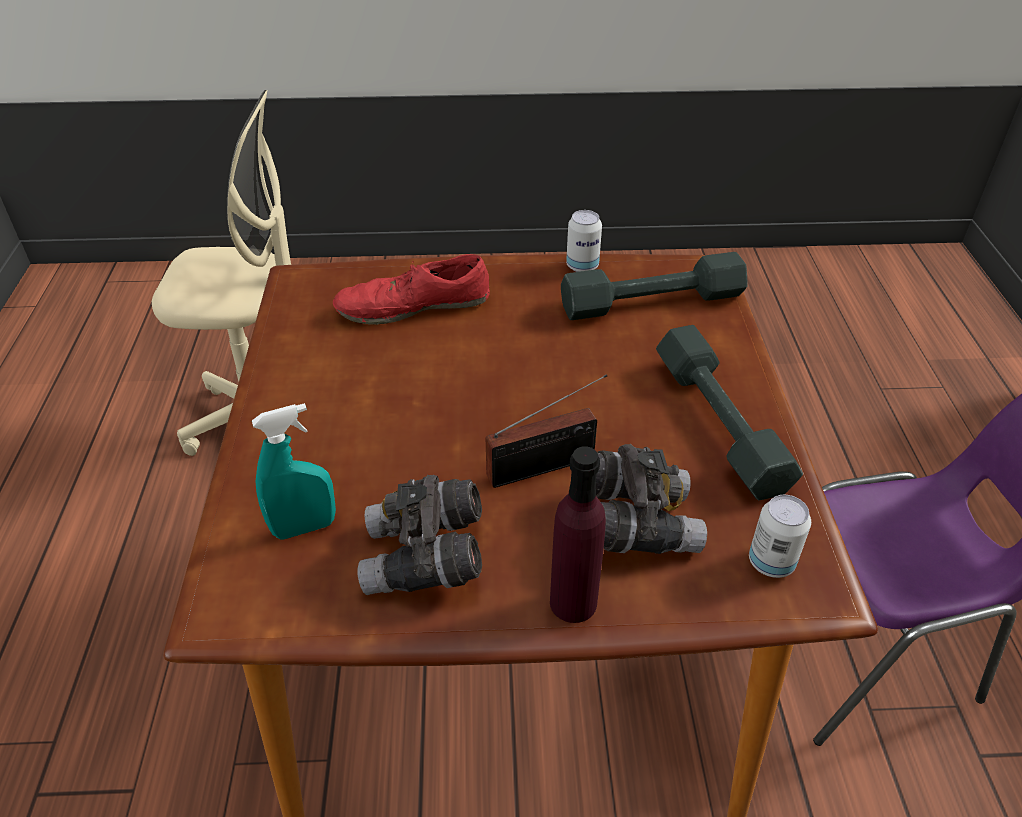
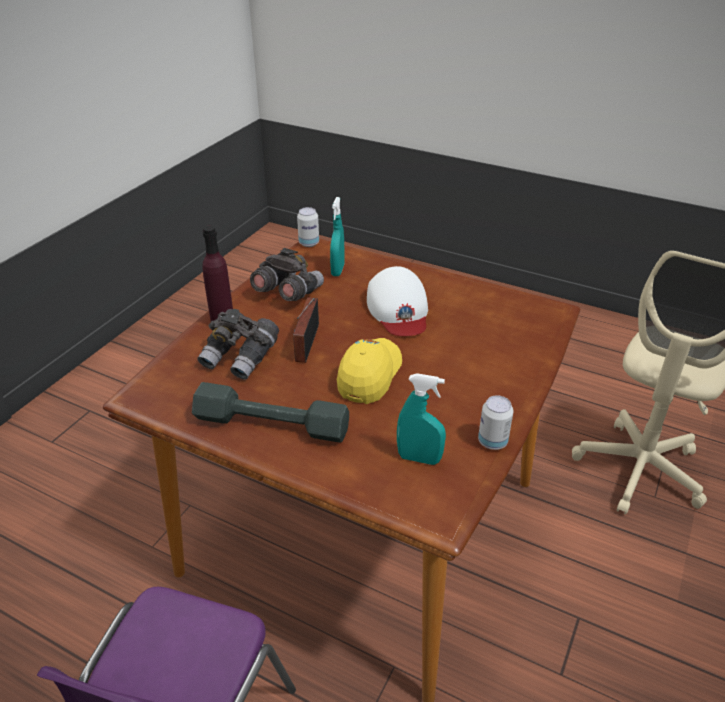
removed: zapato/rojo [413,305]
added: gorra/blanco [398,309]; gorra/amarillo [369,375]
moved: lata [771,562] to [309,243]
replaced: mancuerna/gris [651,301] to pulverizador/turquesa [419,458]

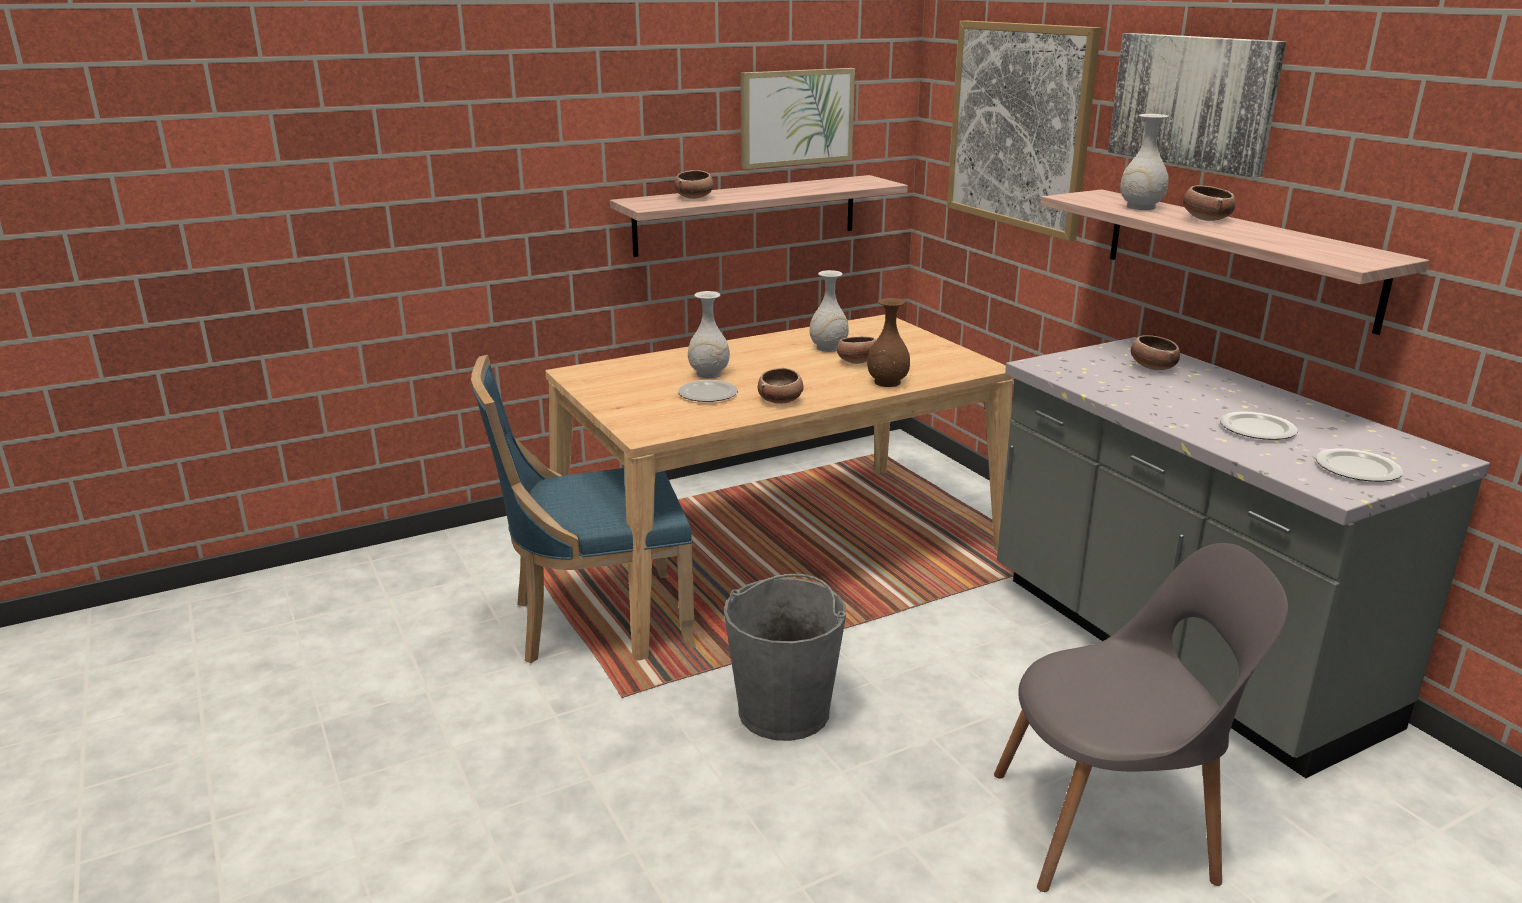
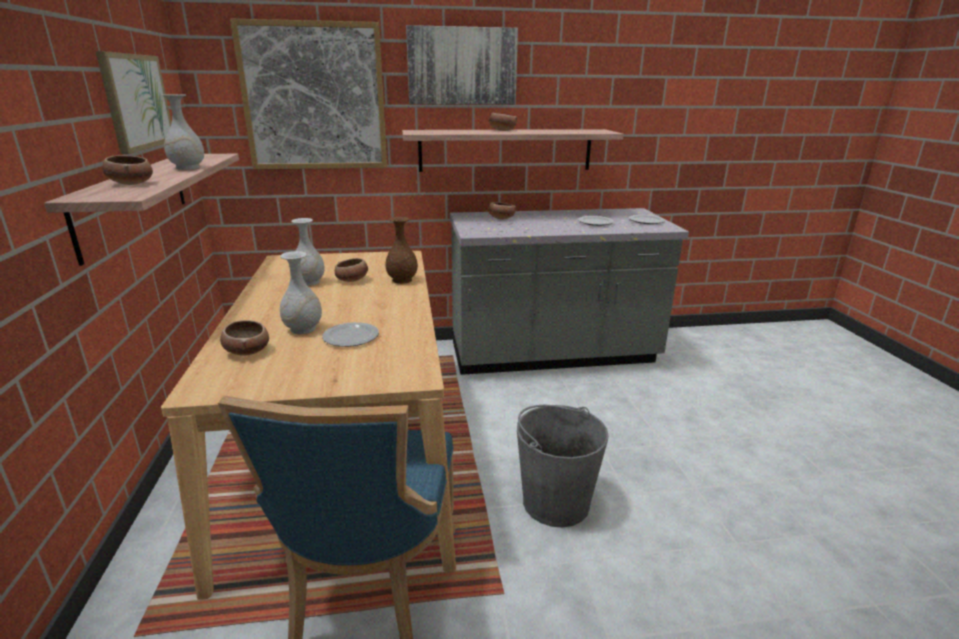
removed: silla/gris [1112,825]
moved: florero/blanco [1140,207] to [187,168]; cuenco [780,400] to [247,351]

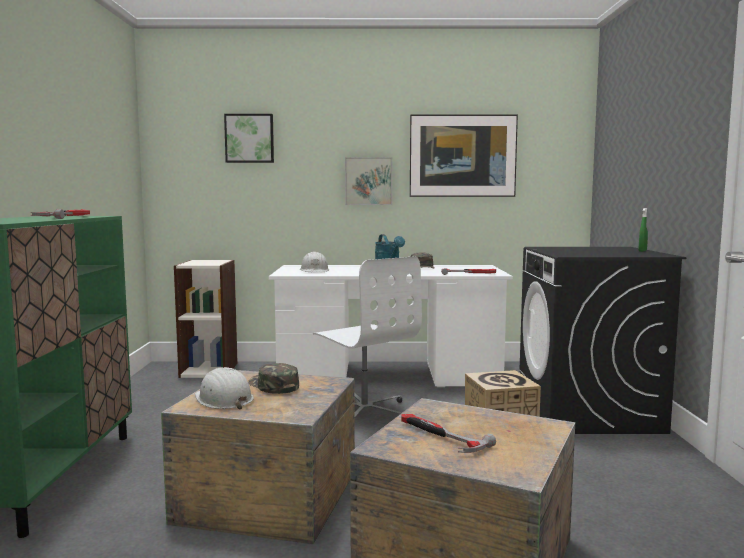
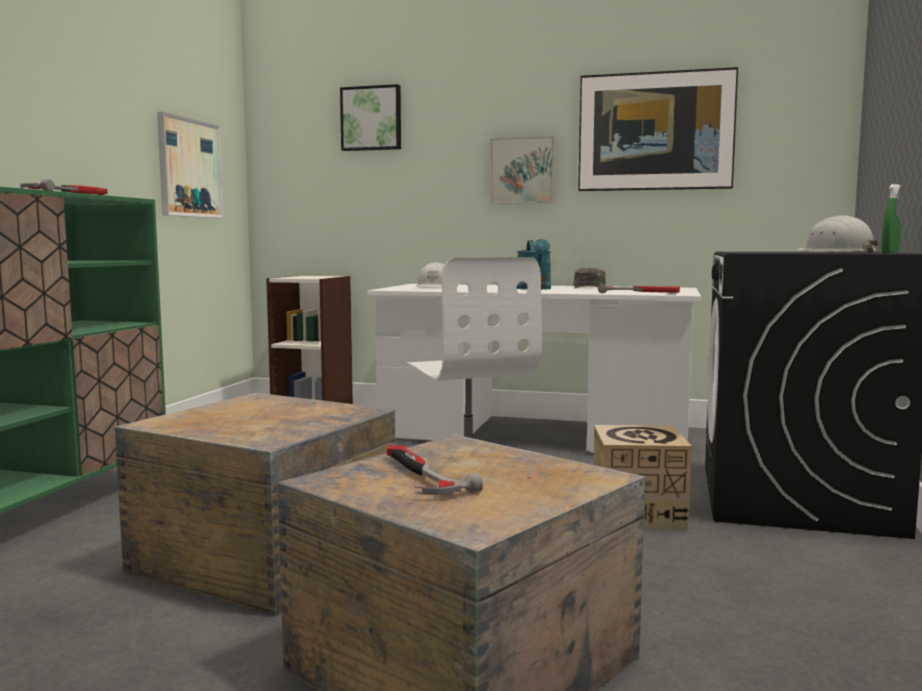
removed: gorra/verde [273,386]
added: cuadro [189,168]
moved: casco/blanco [223,399] to [835,252]

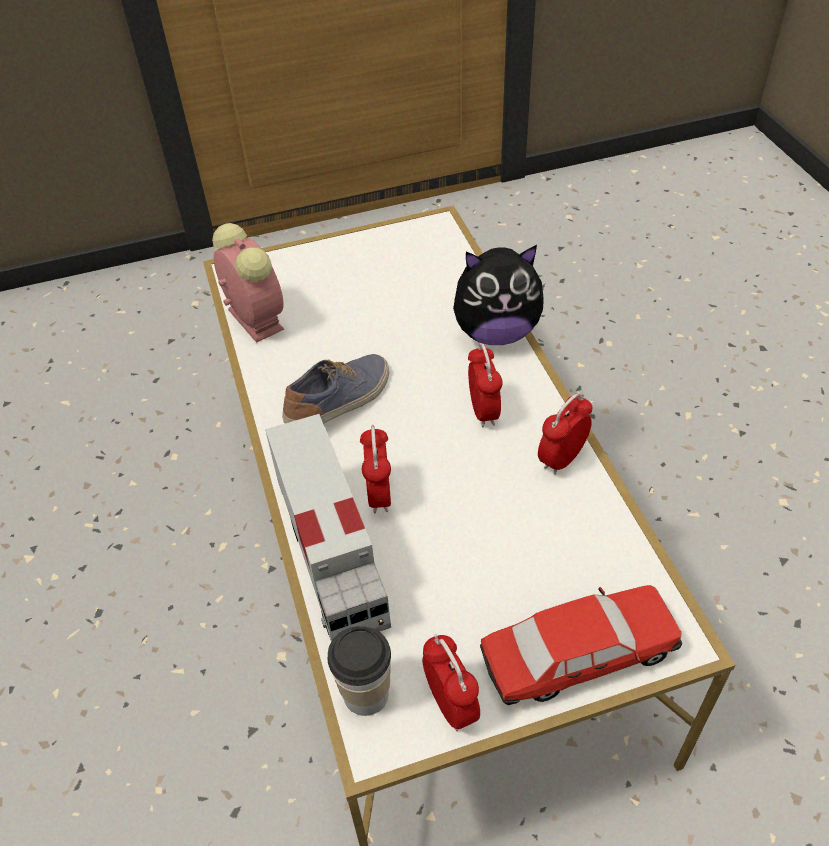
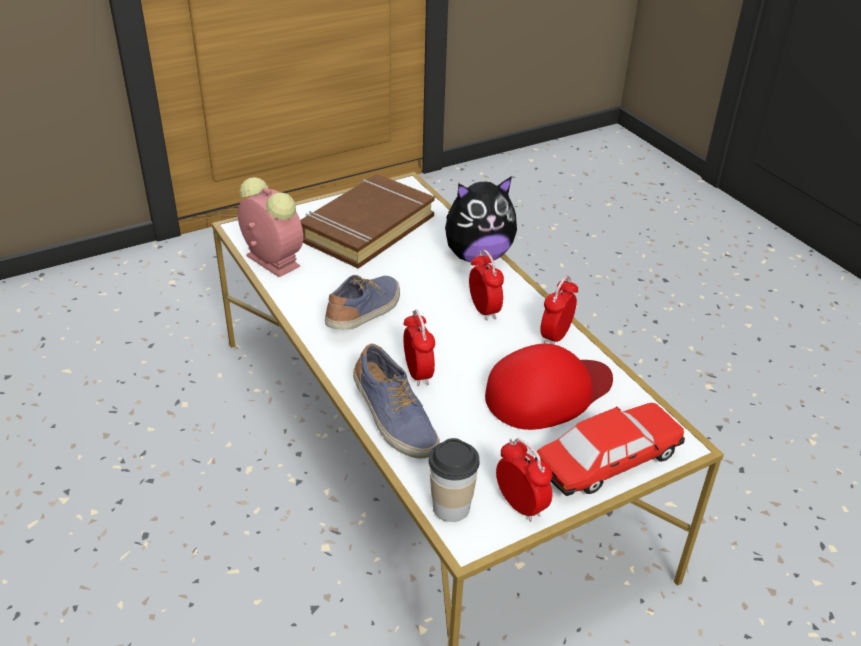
added: libro/marrón [366,228]; gorra/rojo [548,392]
replaced: camión de juguete [332,556] to zapato [393,419]

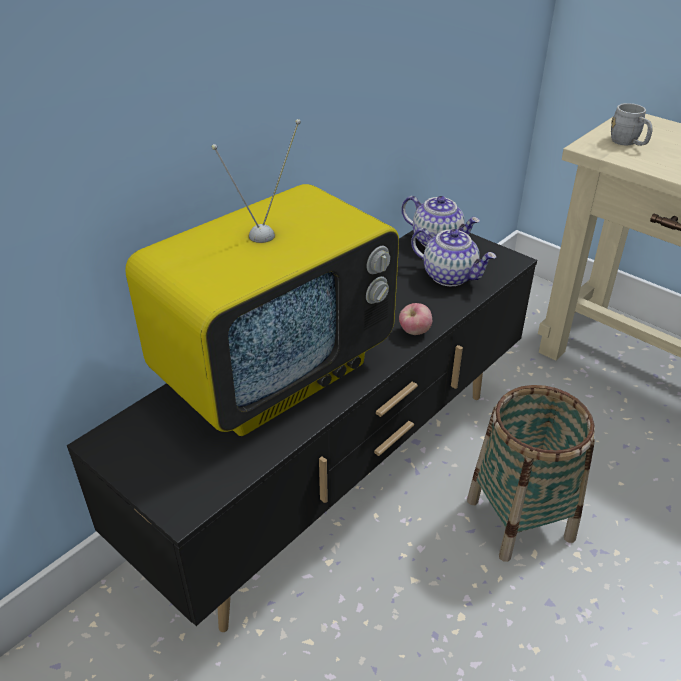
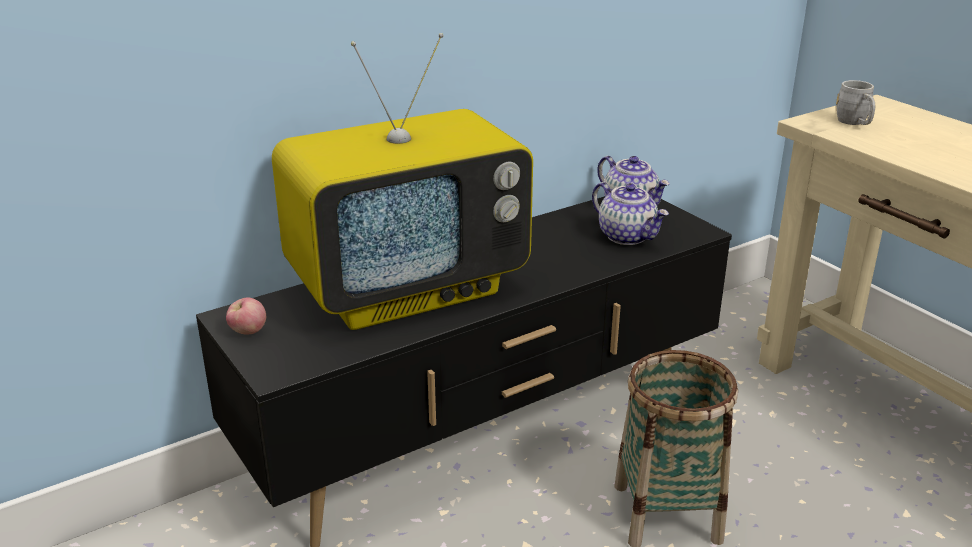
moved: manzana [414,332] to [248,332]

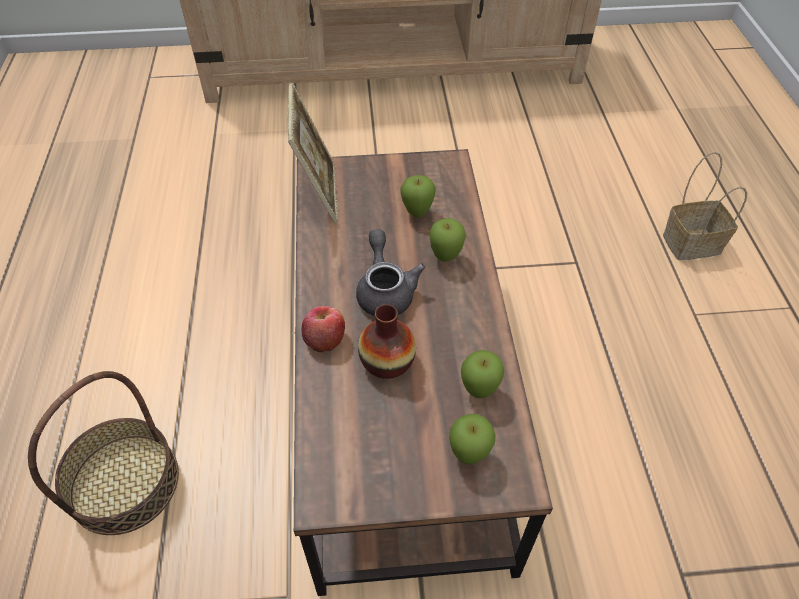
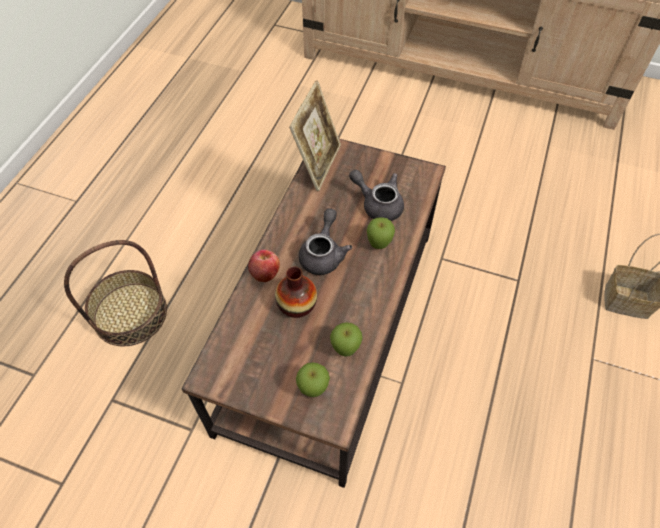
replaced: manzana [417,213] to tetera/gris [378,204]

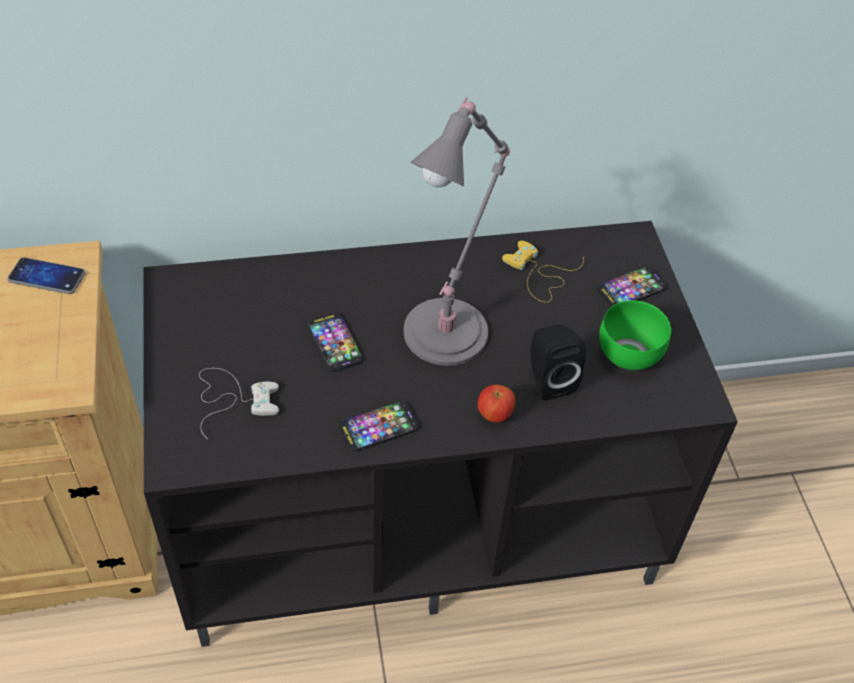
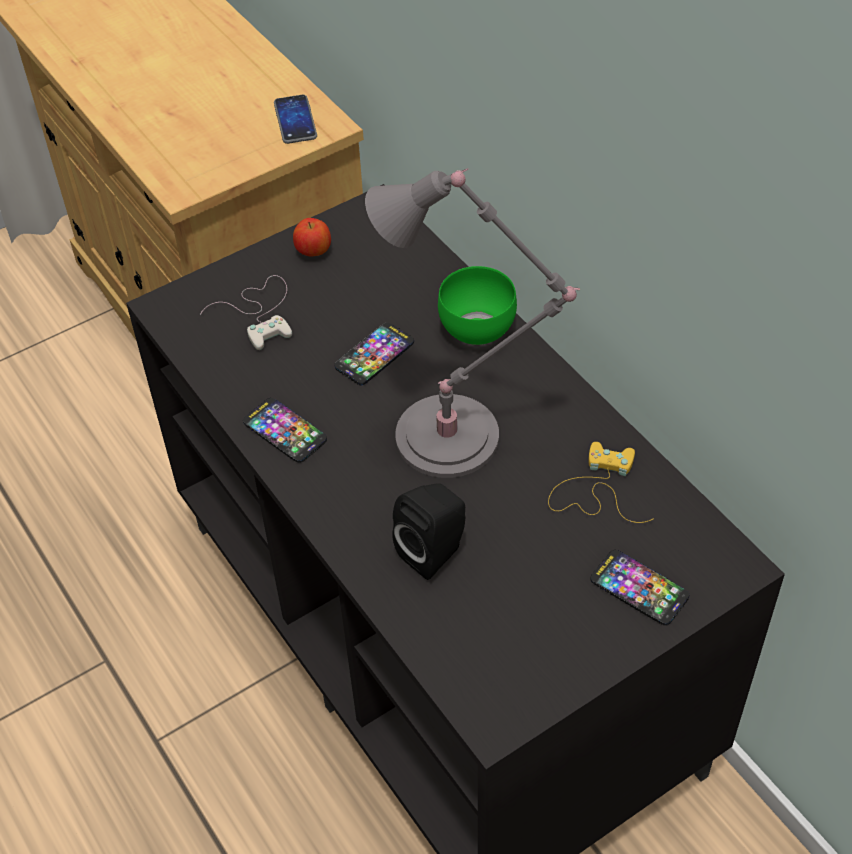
moved: cuenco/verde [630,354] to [479,331]; manzana [495,414] to [313,252]

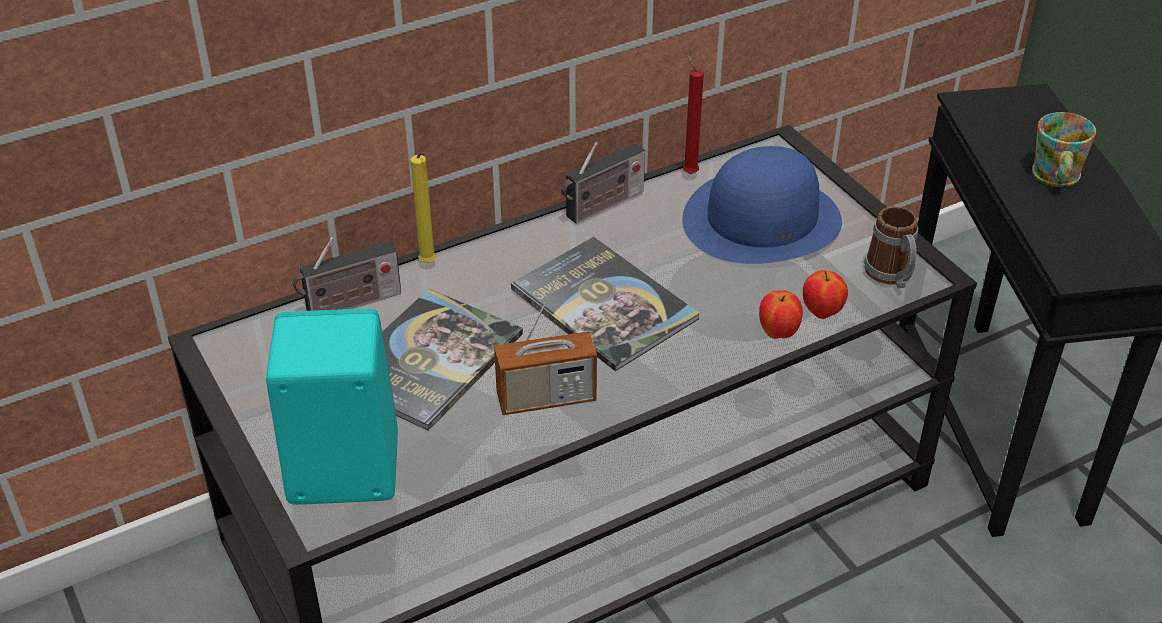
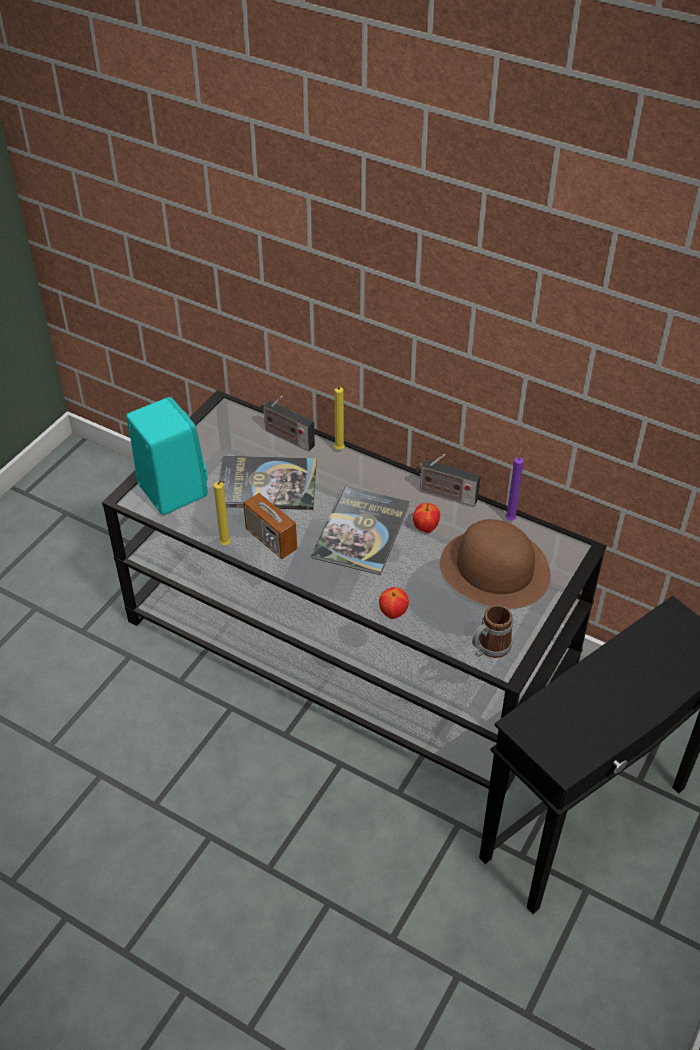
removed: taza grande [1055,178]
added: vela/amarillo [226,545]
moved: manzana [822,313] to [425,528]
recoloured: vela/rojo [688,172] to vela/morado [511,518]; sombrero/azul [762,219] to sombrero/marrón [495,569]

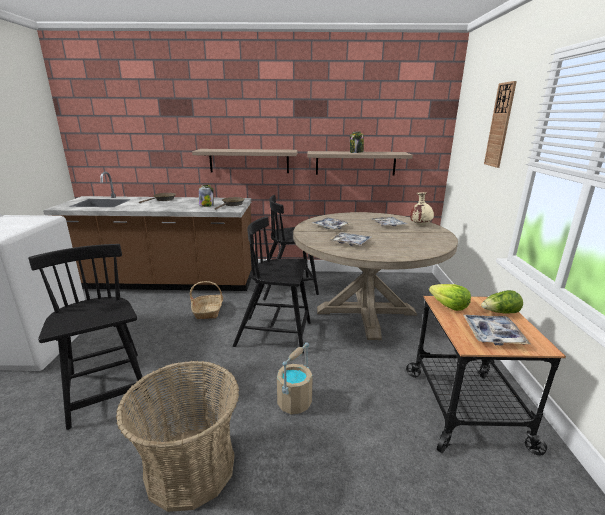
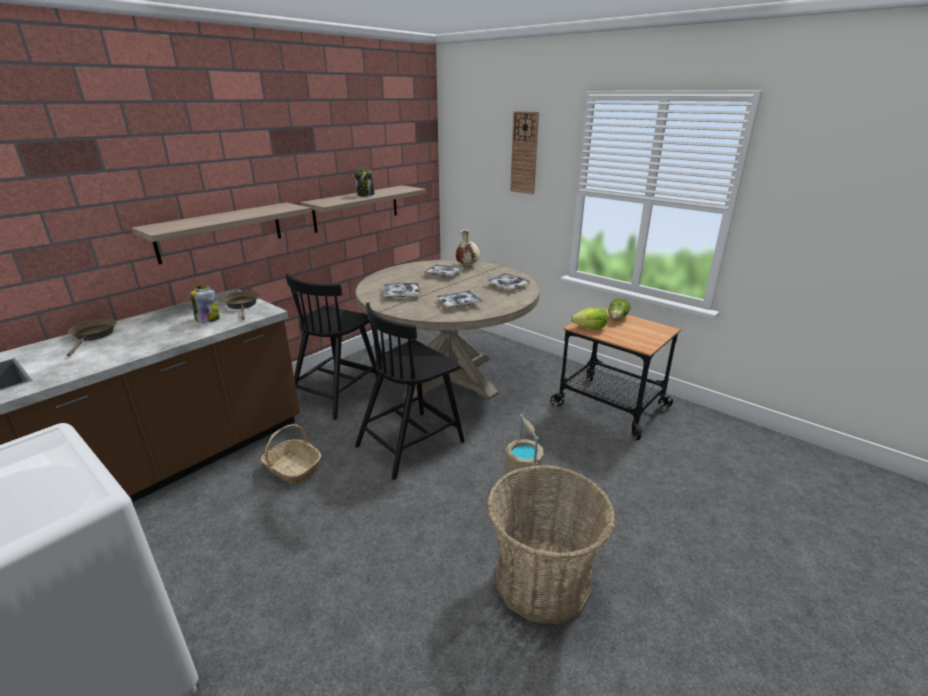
removed: silla/negro [107,388]
moved: bandeja [493,334] to [507,286]

